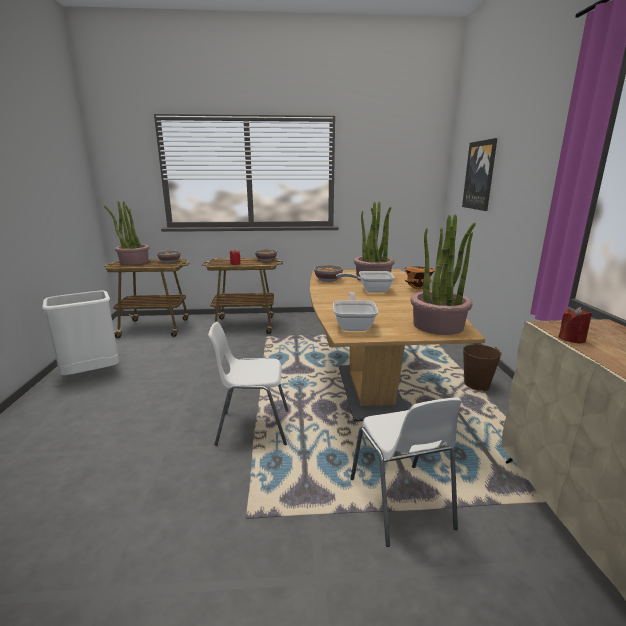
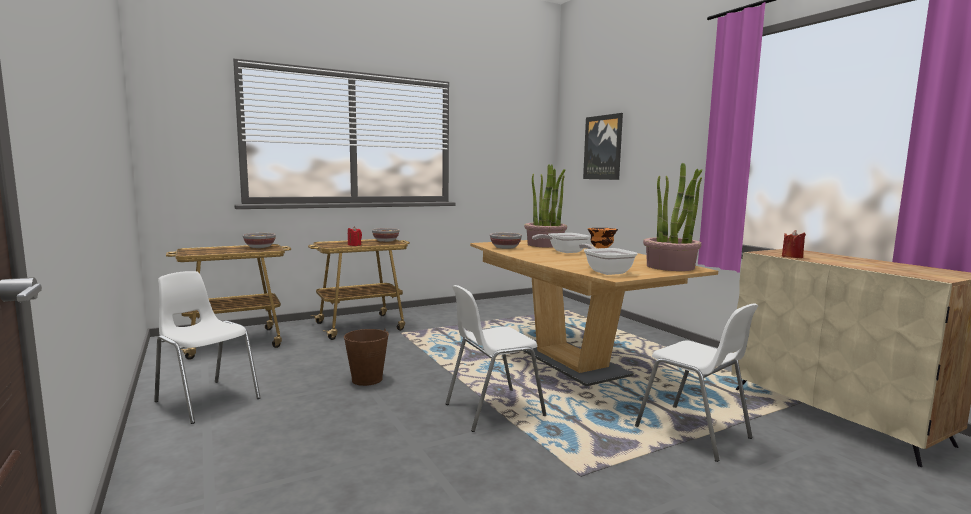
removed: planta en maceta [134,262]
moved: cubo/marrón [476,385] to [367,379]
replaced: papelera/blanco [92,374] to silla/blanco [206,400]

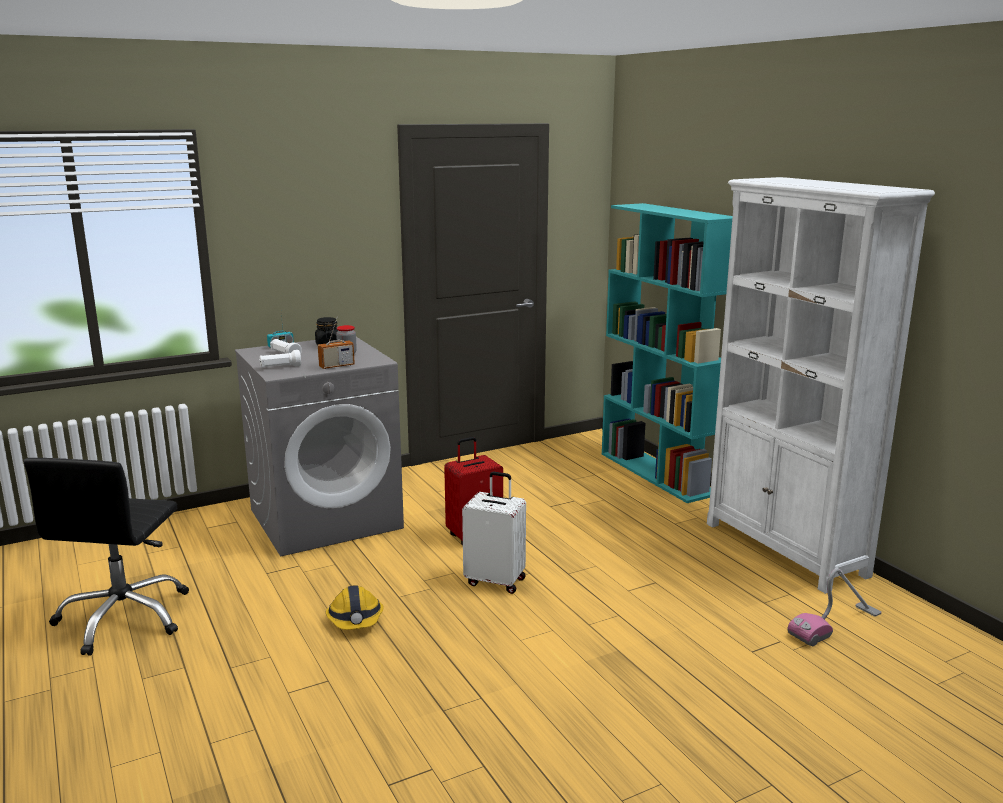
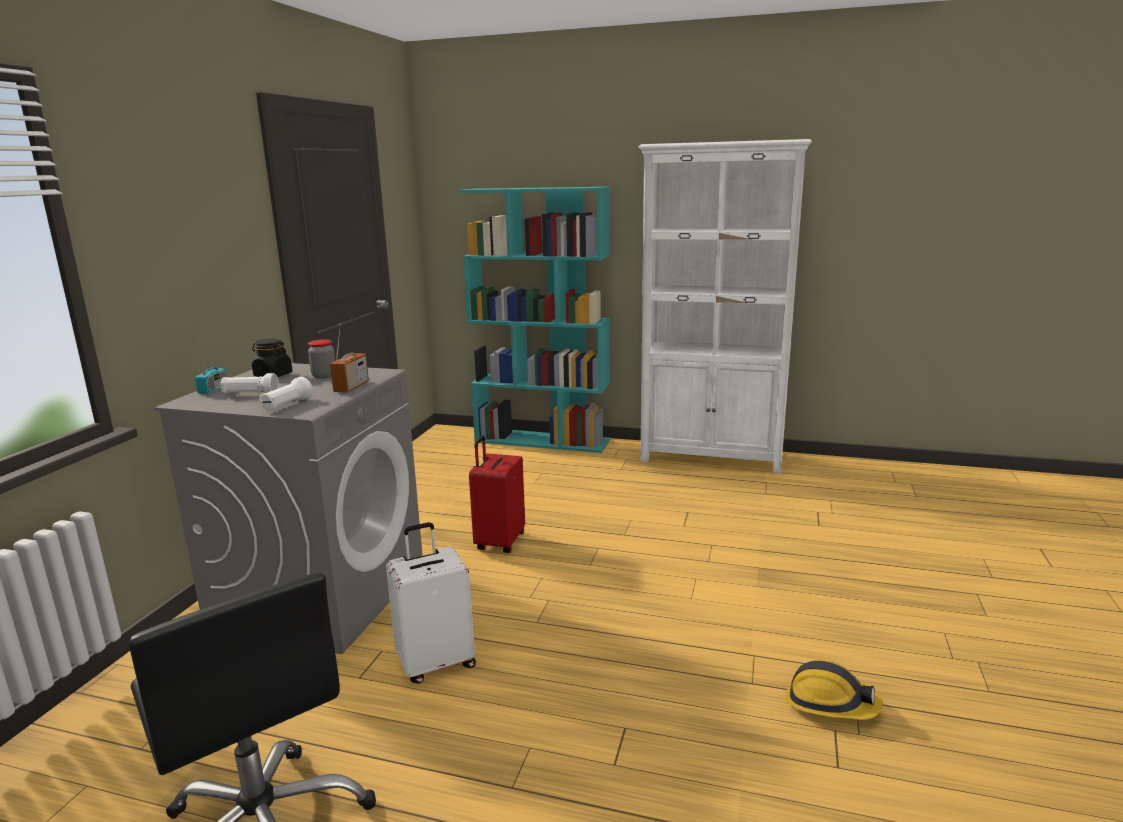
removed: aspiradora [835,625]
moved: maleta/blanco [496,581] to [436,663]; casco [355,619] to [830,703]

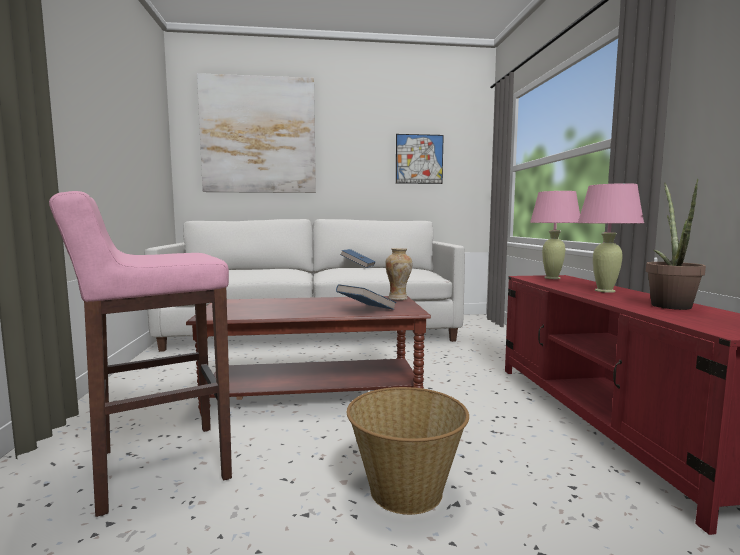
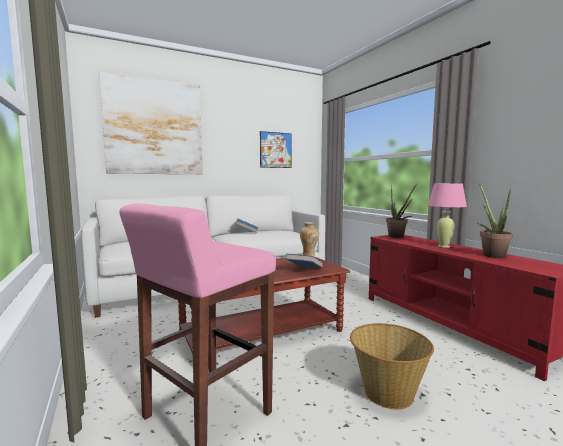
replaced: lámpara de mesa/rosa [552,278] to planta en maceta [398,237]

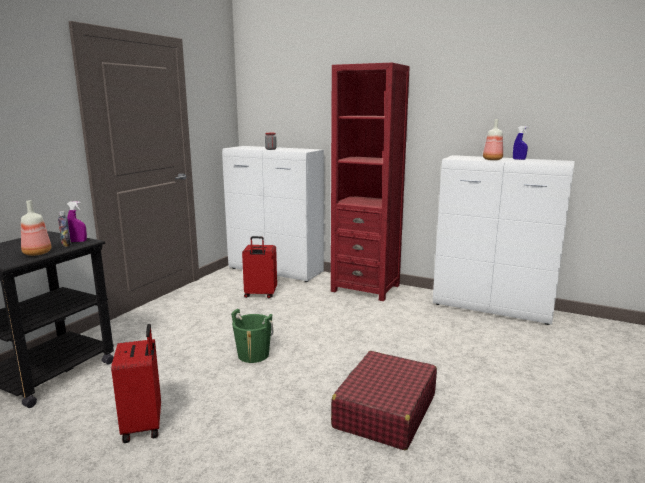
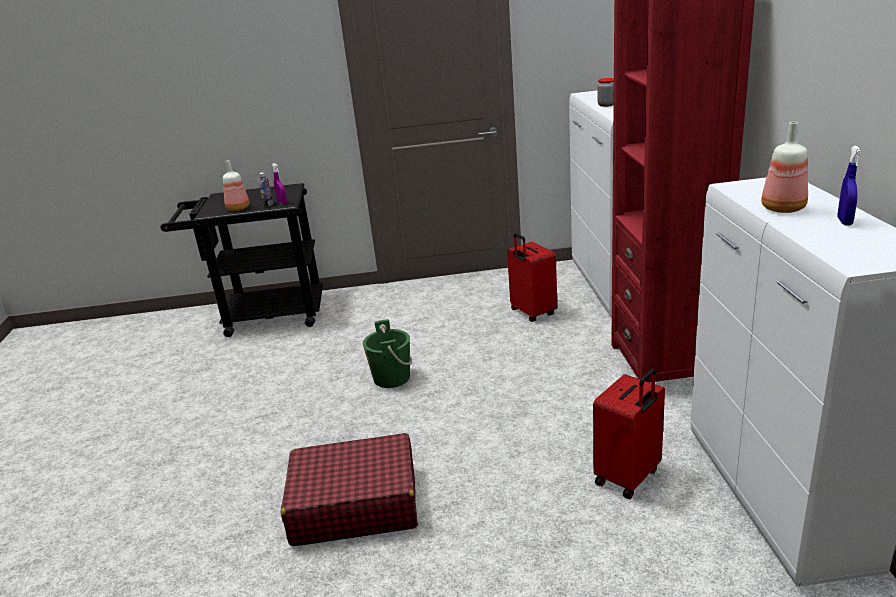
moved: maleta/rojo [144,425] to [628,477]

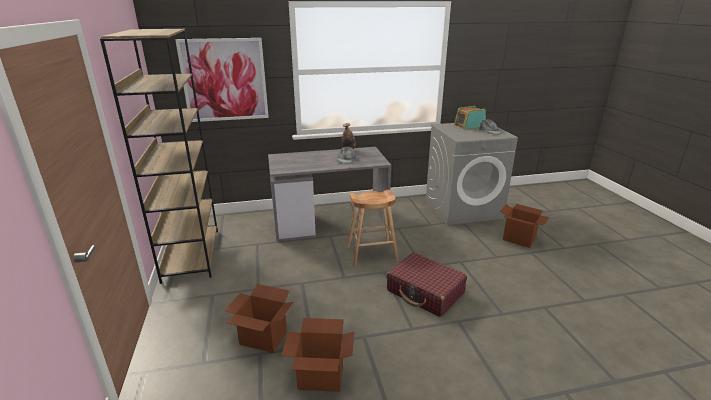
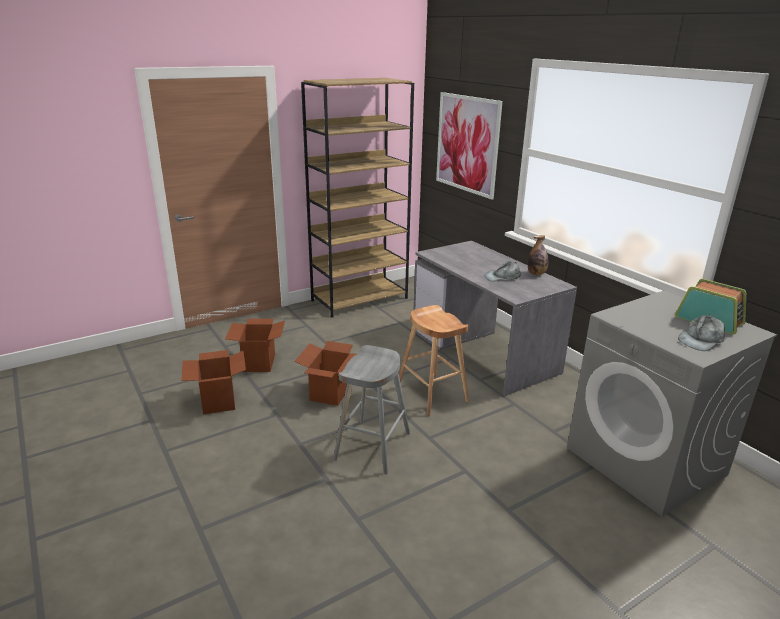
moved: caja de cartón [519,239] to [330,393]
replaced: maleta/rojo [425,292] to taburete/gris [372,446]

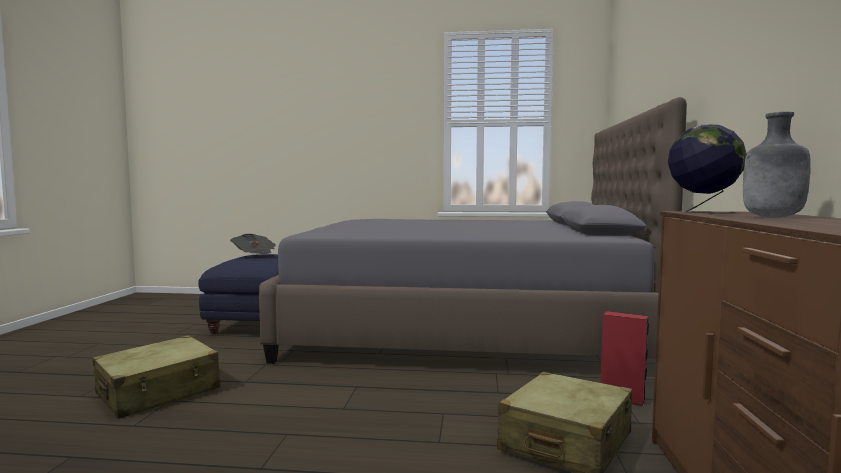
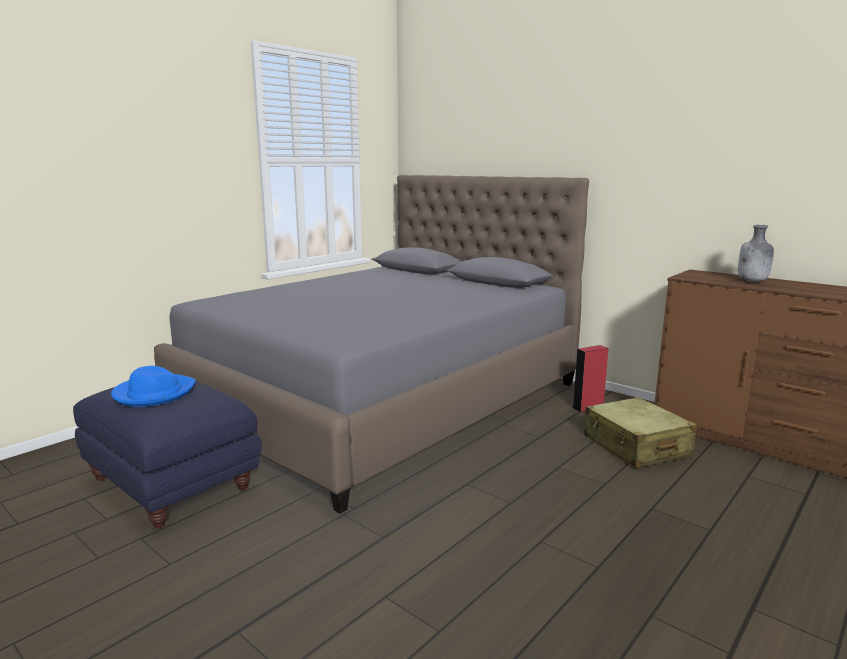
removed: globo terráqueo [702,212]; maleta/beis [159,392]
replaced: periódico [255,256] to sombrero/azul [154,393]

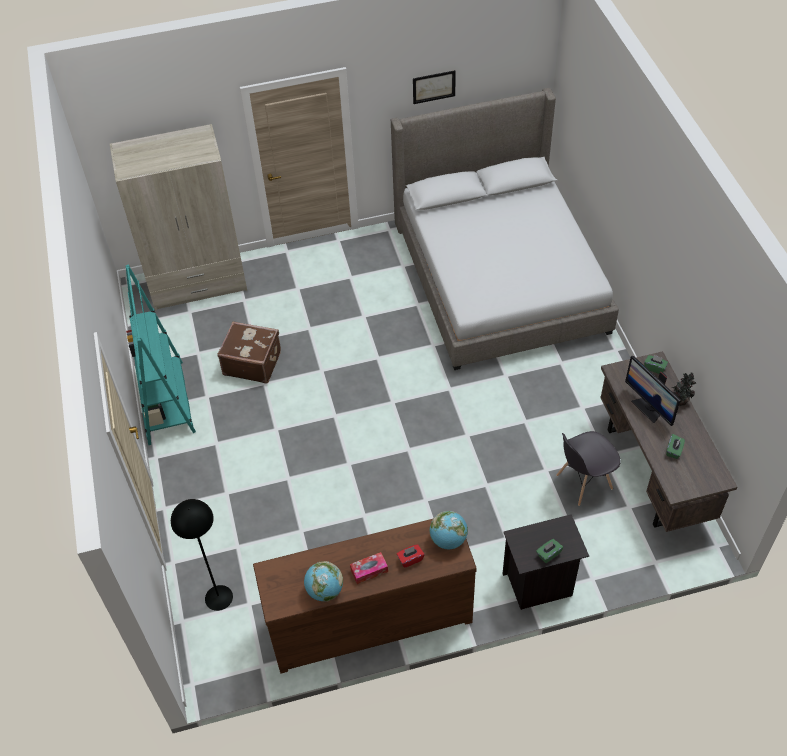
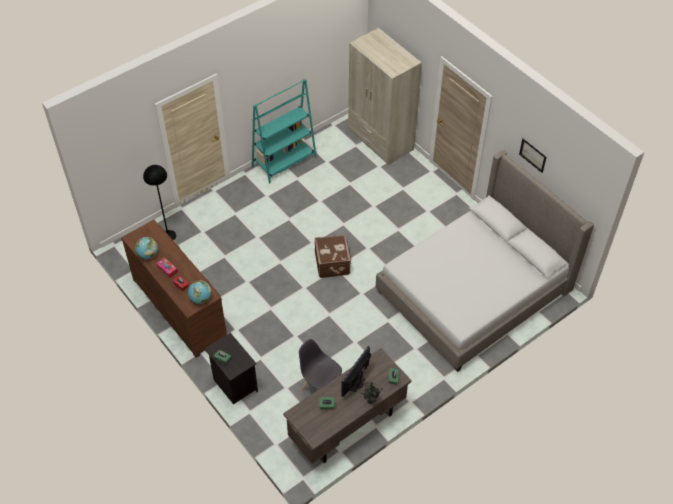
moved: maleta/marrón [252,362] to [333,263]

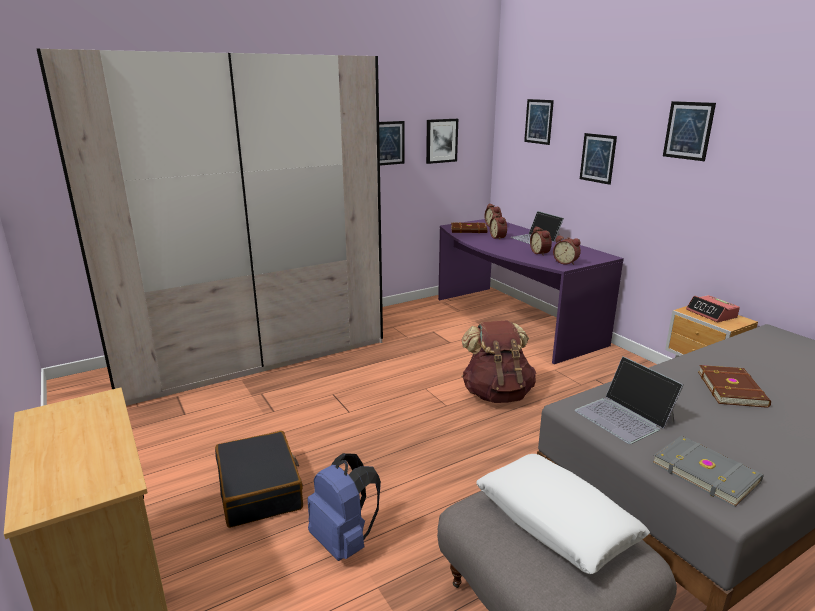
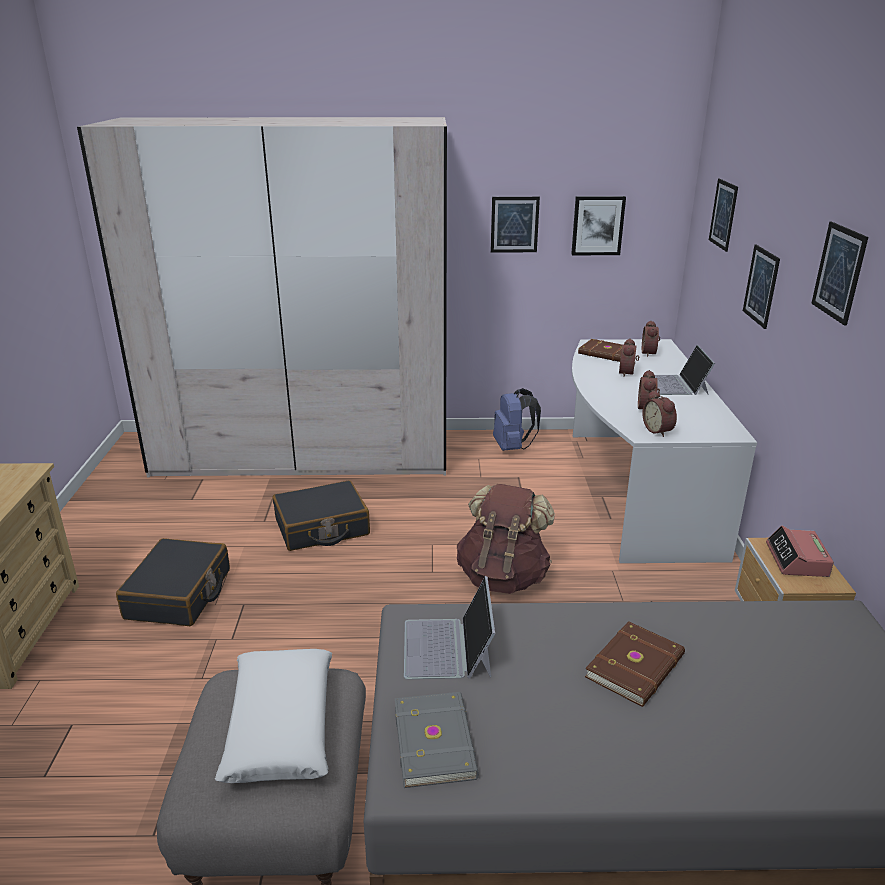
added: maleta/negro [322,527]
moved: mochila/azul [344,541] to [513,447]
recoloured: escritorio/morado [511,321] to escritorio/blanco [633,490]

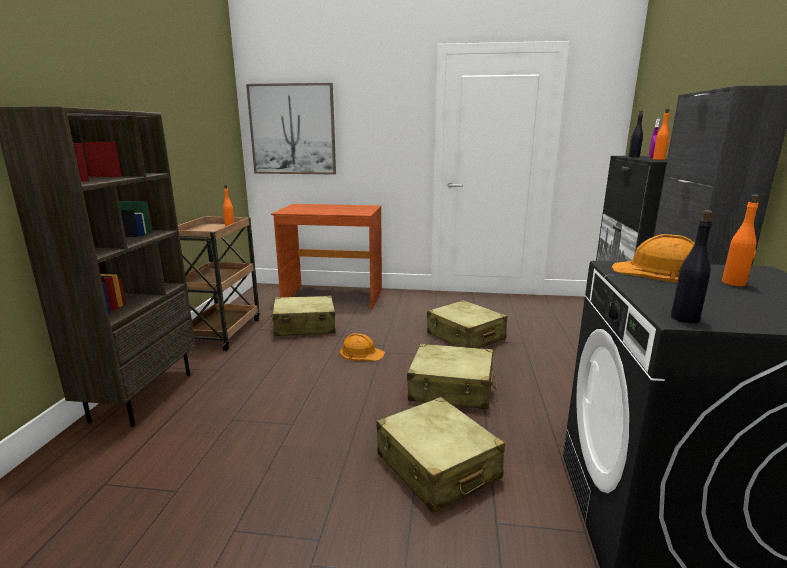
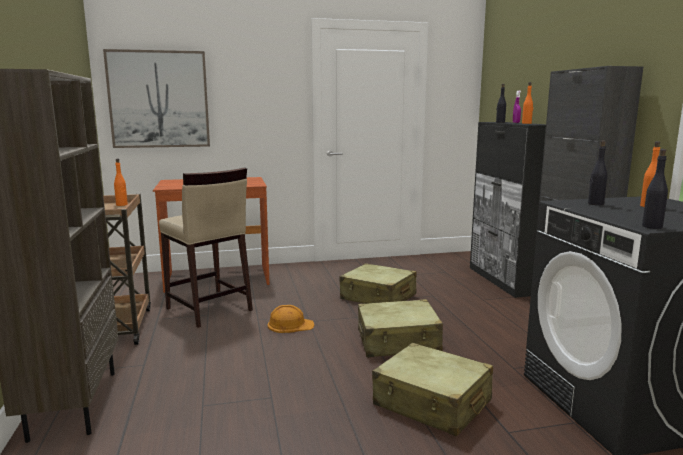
replaced: casco/naranja [659,272] to botella/negro [595,204]; maleta/beis [304,326] to taburete/beis [209,310]

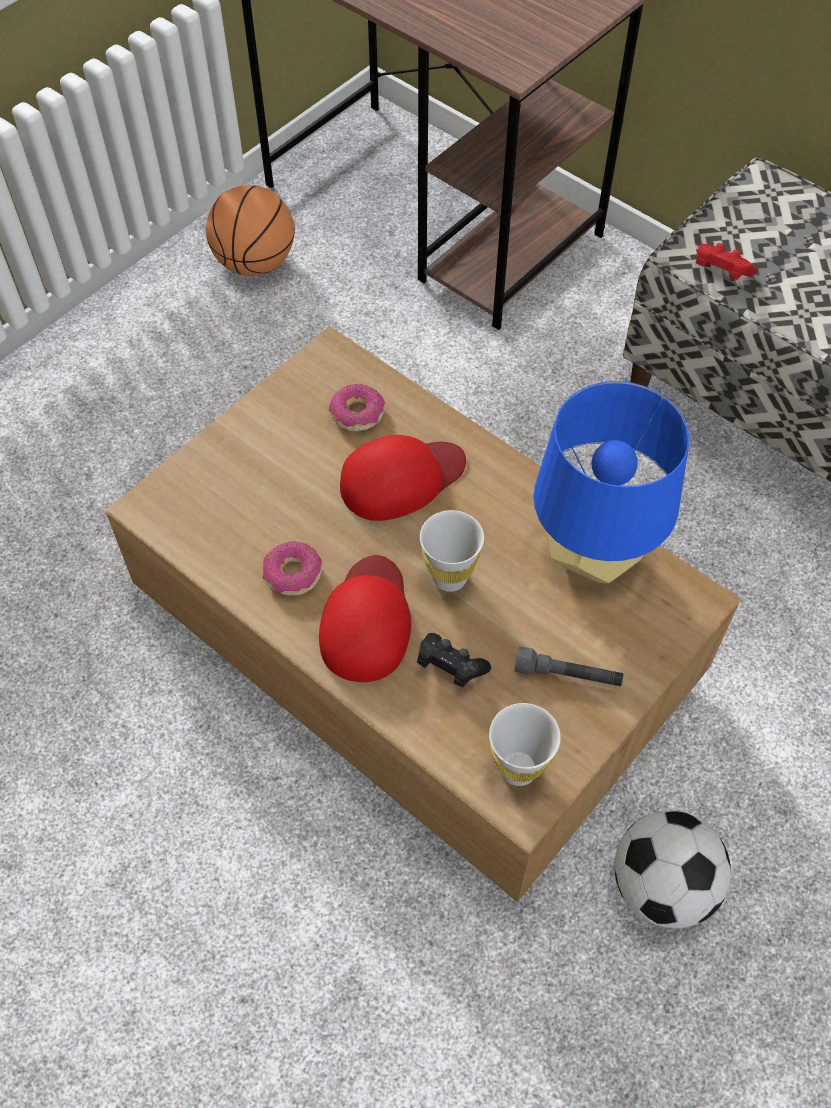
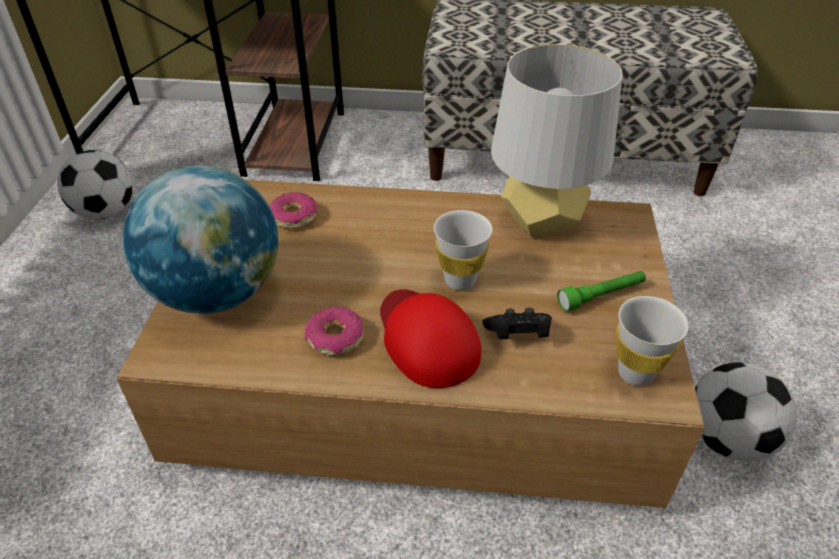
removed: mando de consola/rojo [720,272]; gorra/rojo [401,479]
added: globo terráqueo [218,293]
replaced: balón de baloncesto [255,263] to balón de fútbol [106,212]
recoloured: lámpara de mesa/azul [593,555] to lámpara de mesa/gris [541,222]; linterna/gris [567,675] to linterna/verde [601,296]

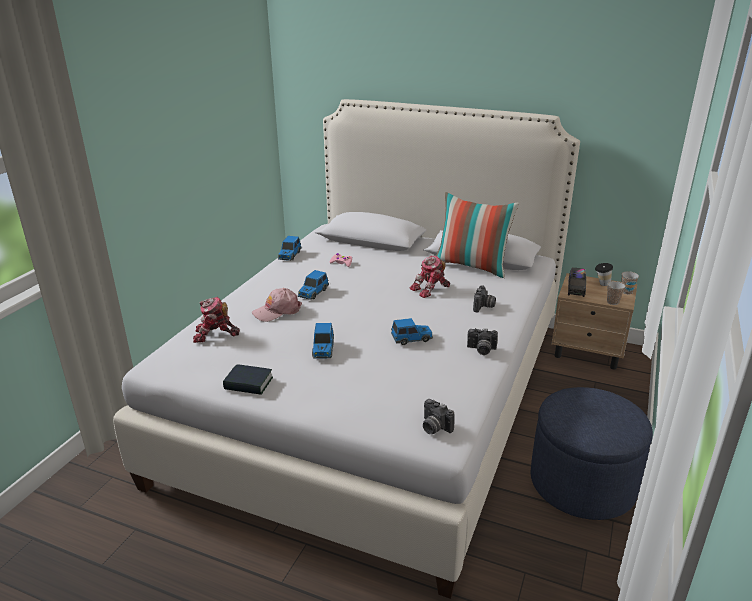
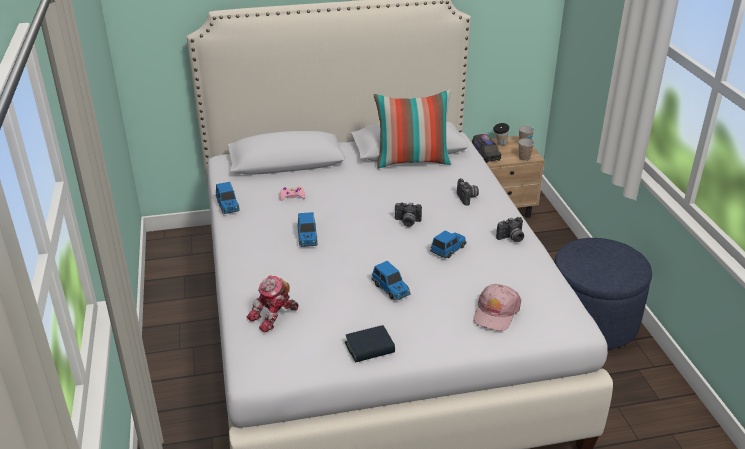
removed: robot de juguete [431,289]
moved: gorra/rosa [277,311] to [496,313]; cámara [434,427] to [407,222]

